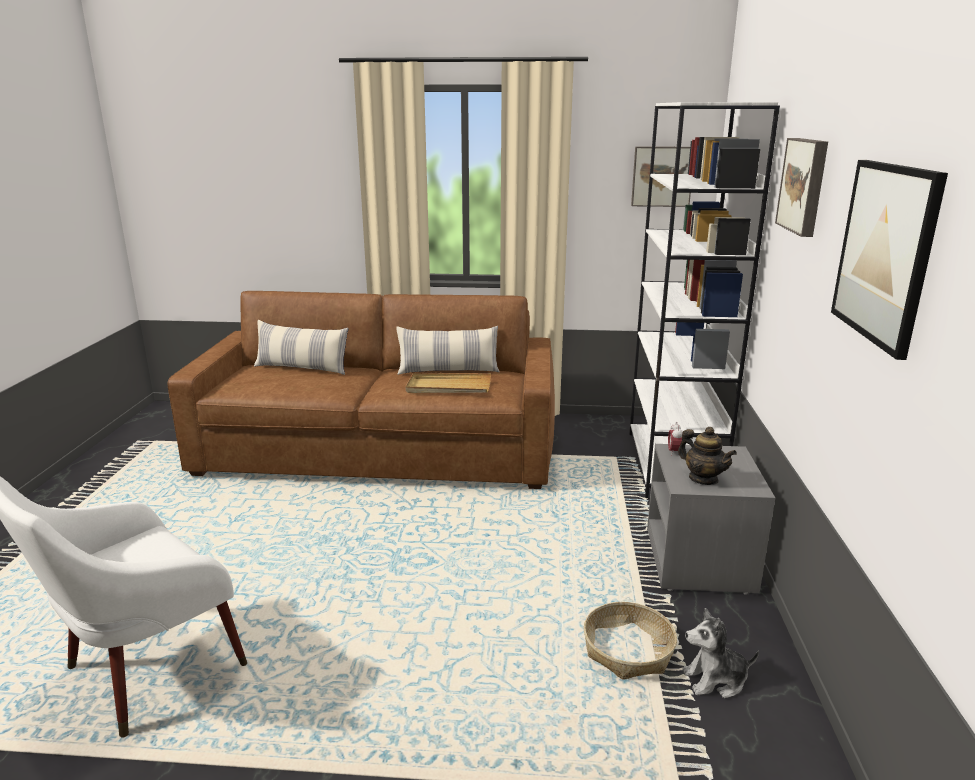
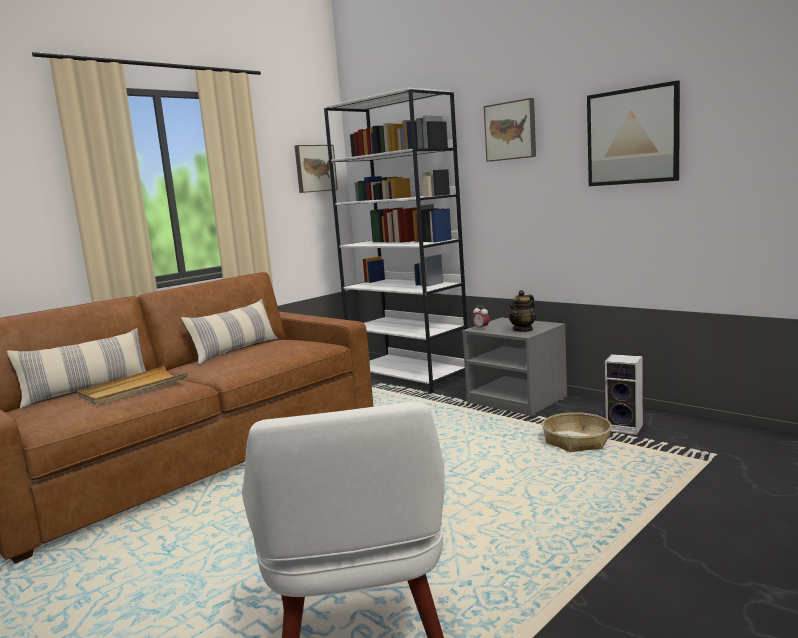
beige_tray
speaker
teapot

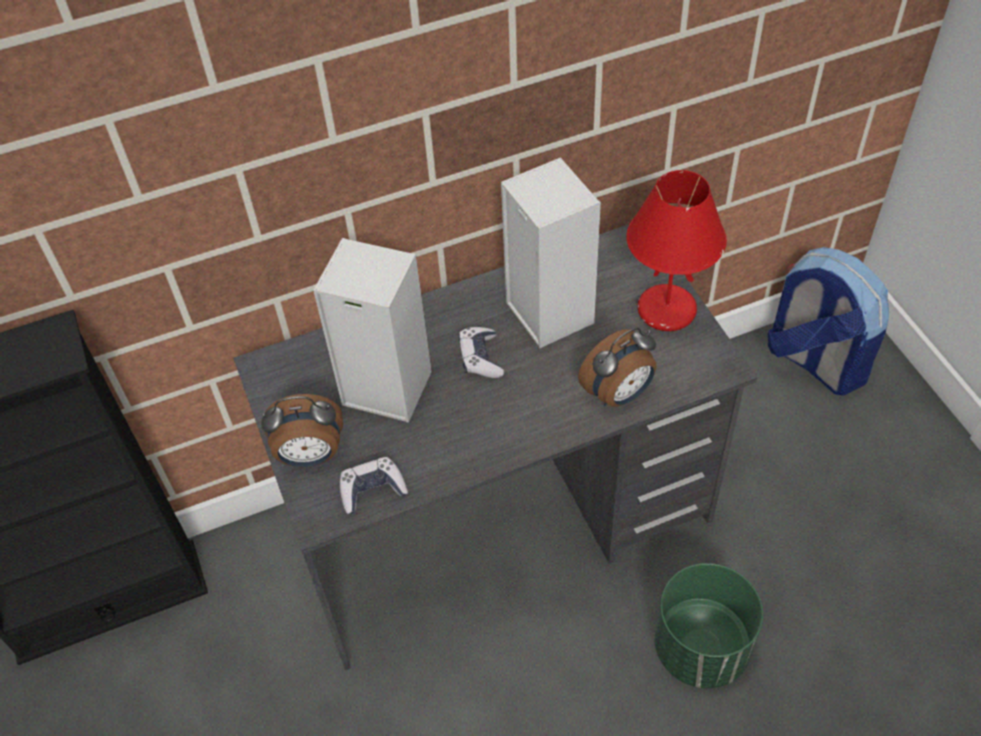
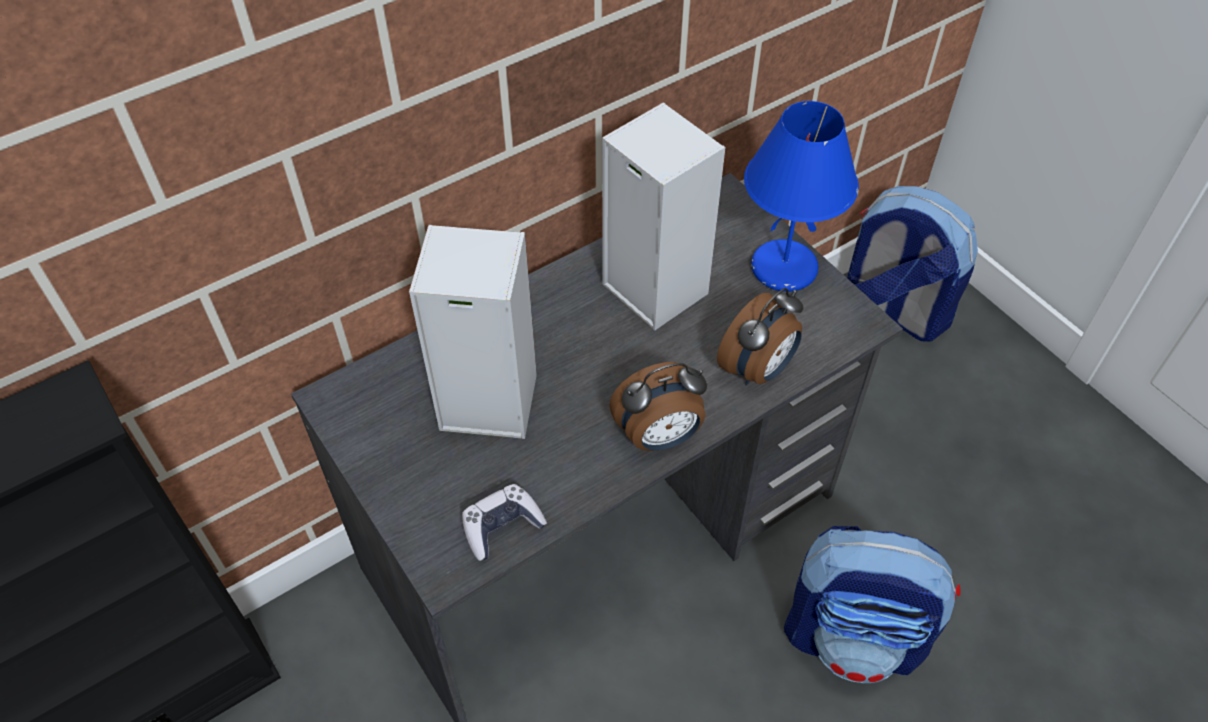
game_controller (no. 2 from left in the first image)
alarm_clock (no. 1 from left)
backpack (no. 1 from left)
blue_table_lamp

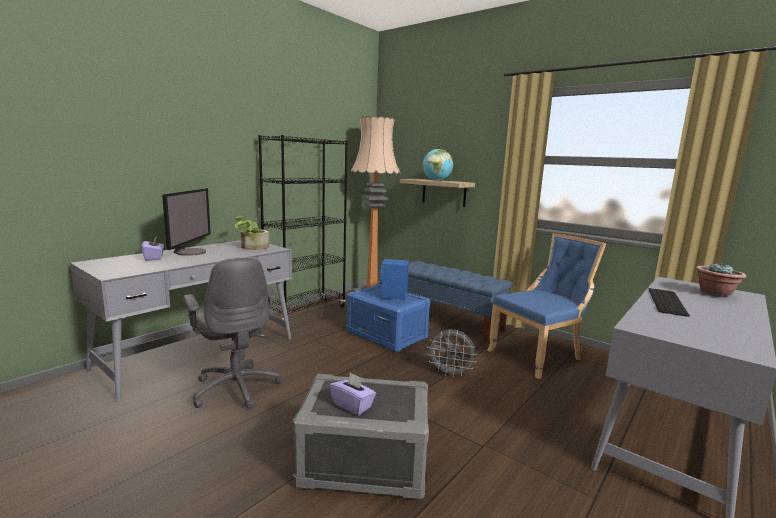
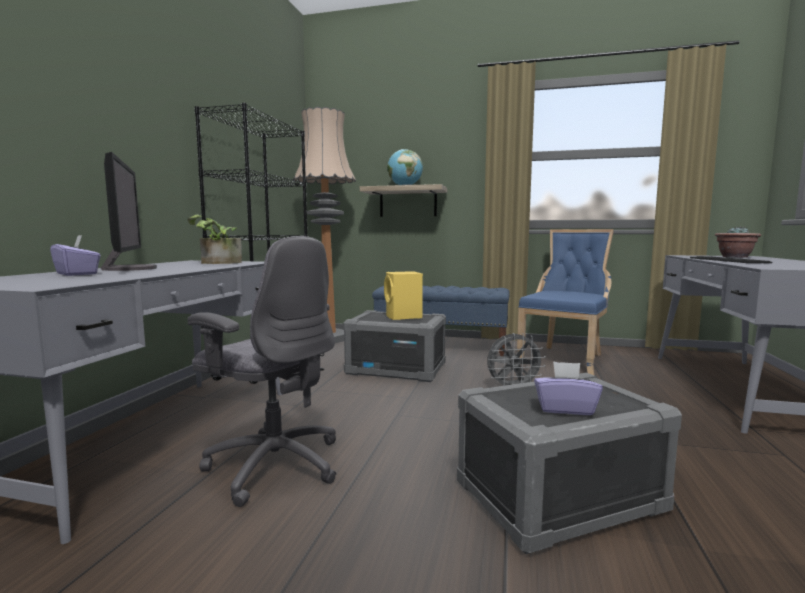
grey_storage_box (no. 1 from left)
yellow_speaker

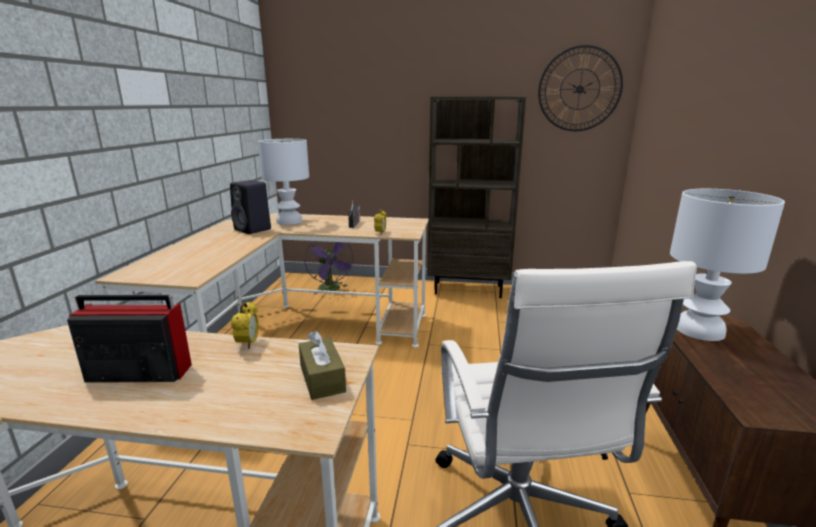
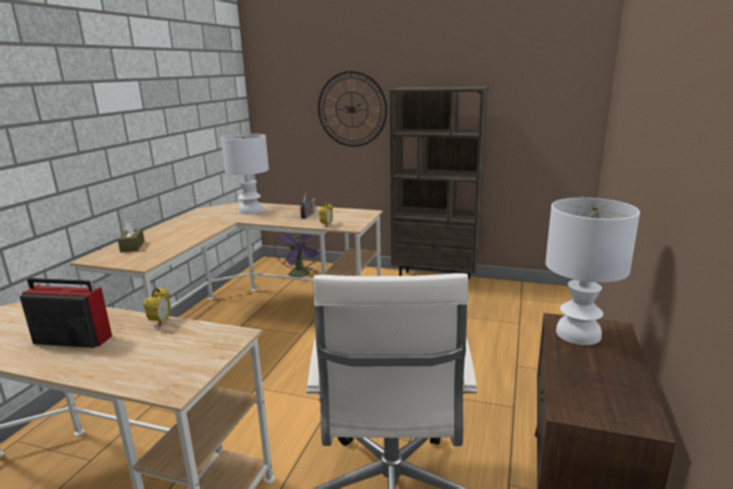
black_speaker
brown_tissue_box
wall_clock

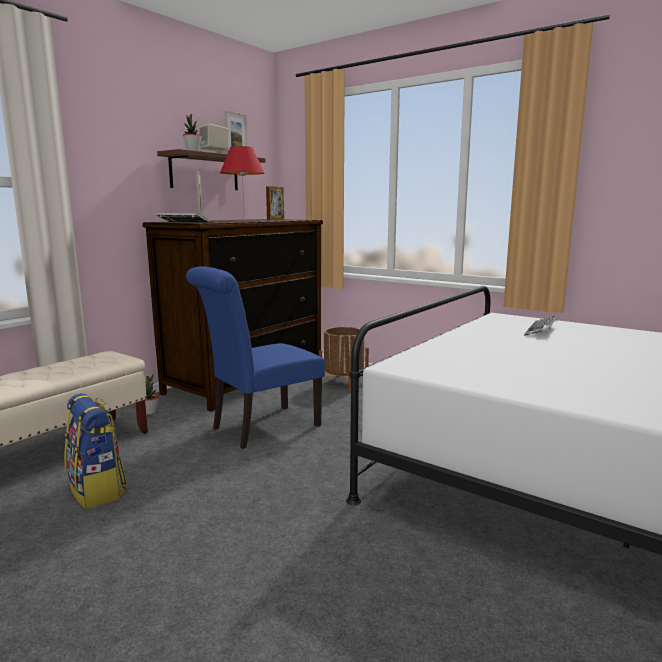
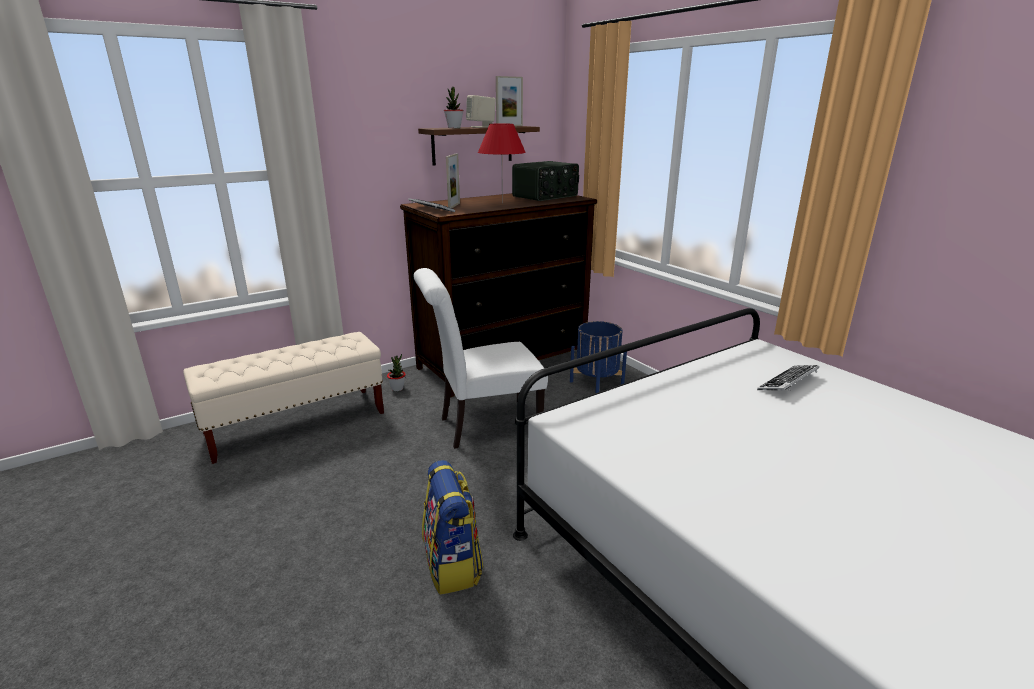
backpack
radio
white_chair
blue_planter

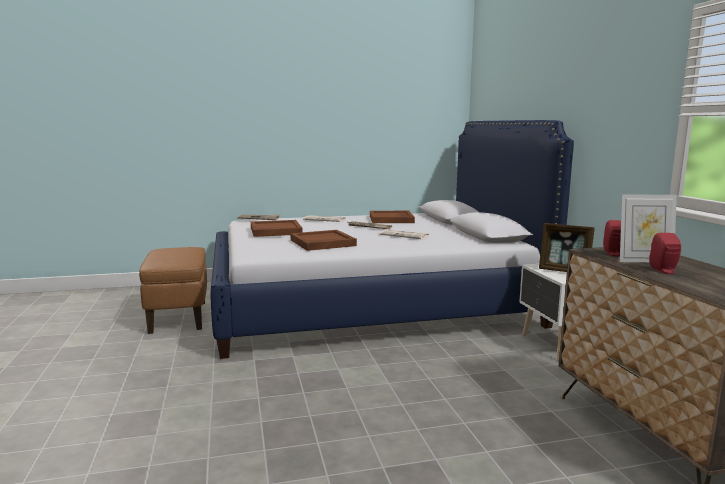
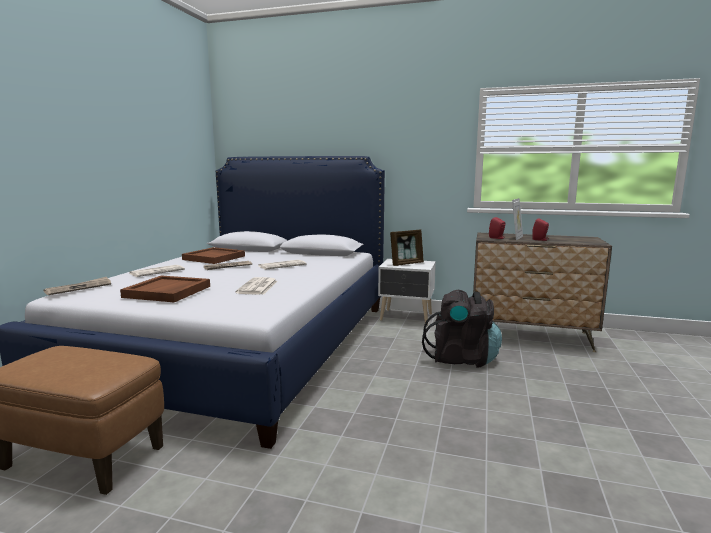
black_backpack
newspaper (no. 4 from left)

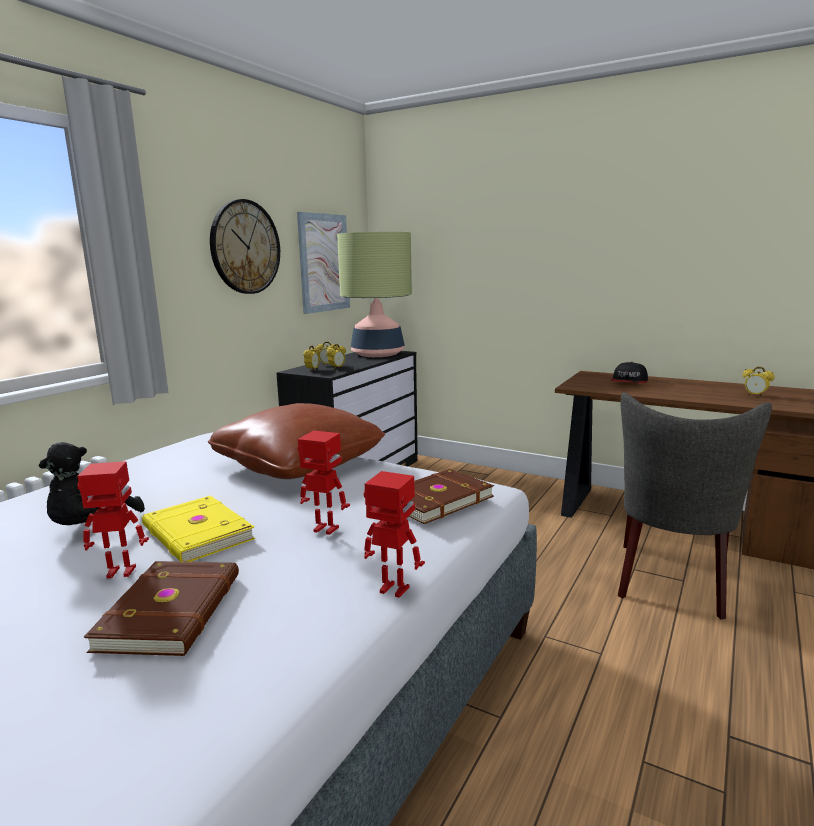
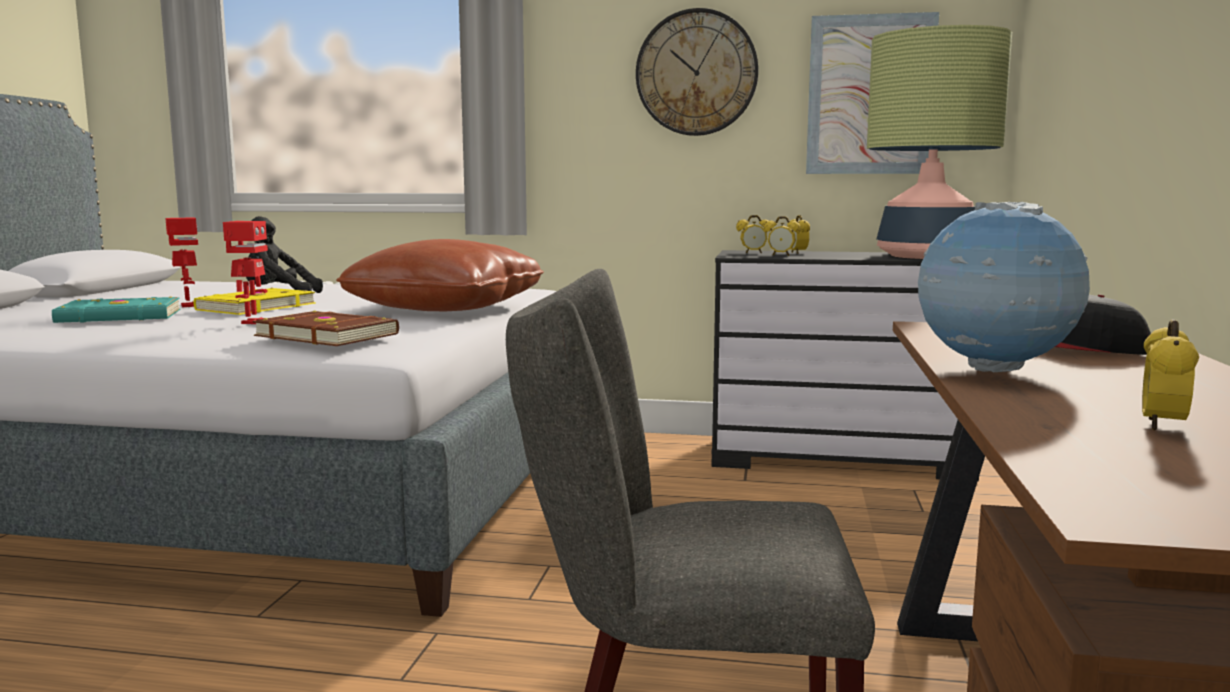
toy_robot (no. 3 from left in the first image)
globe
turquoise_book

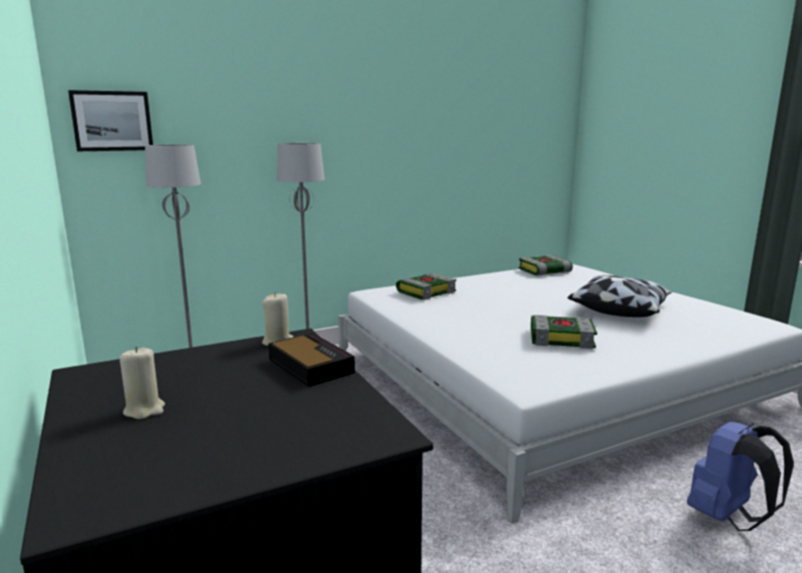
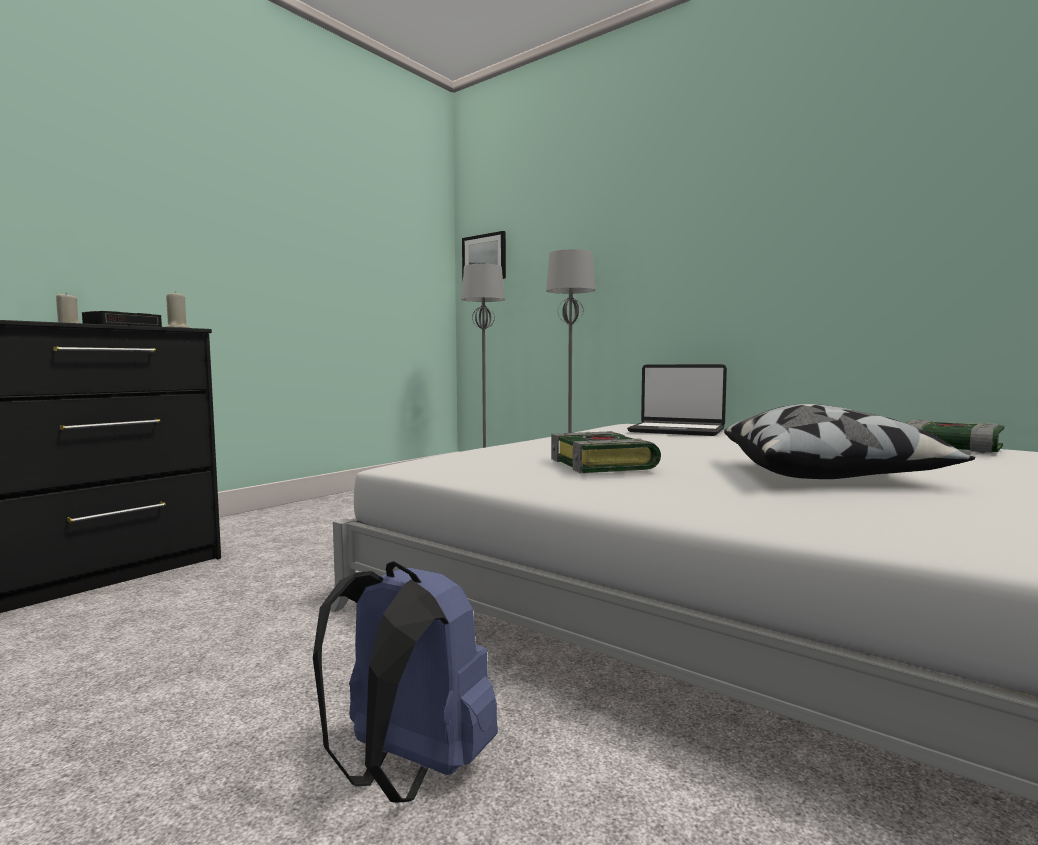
laptop

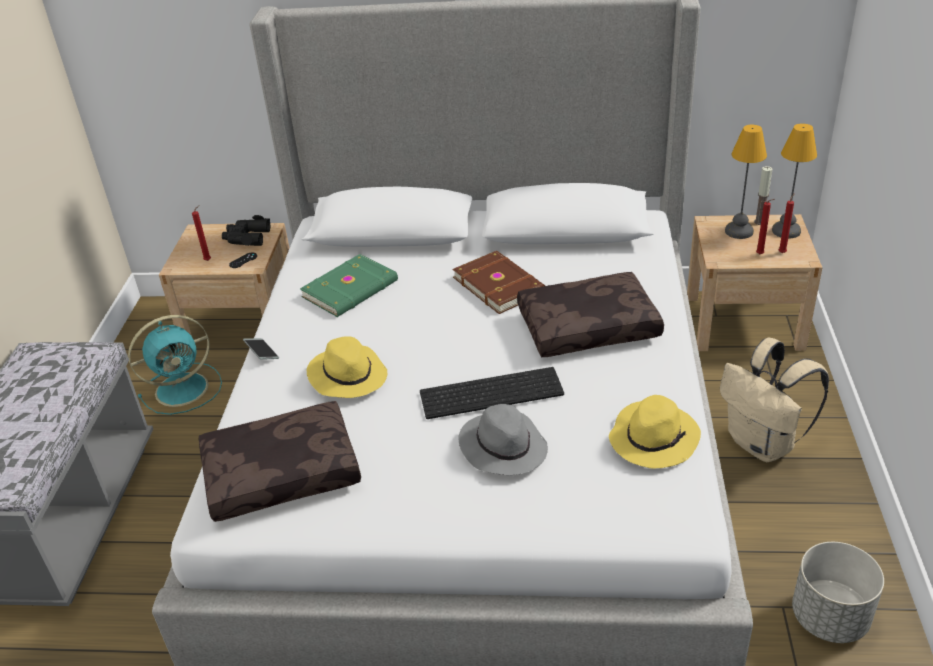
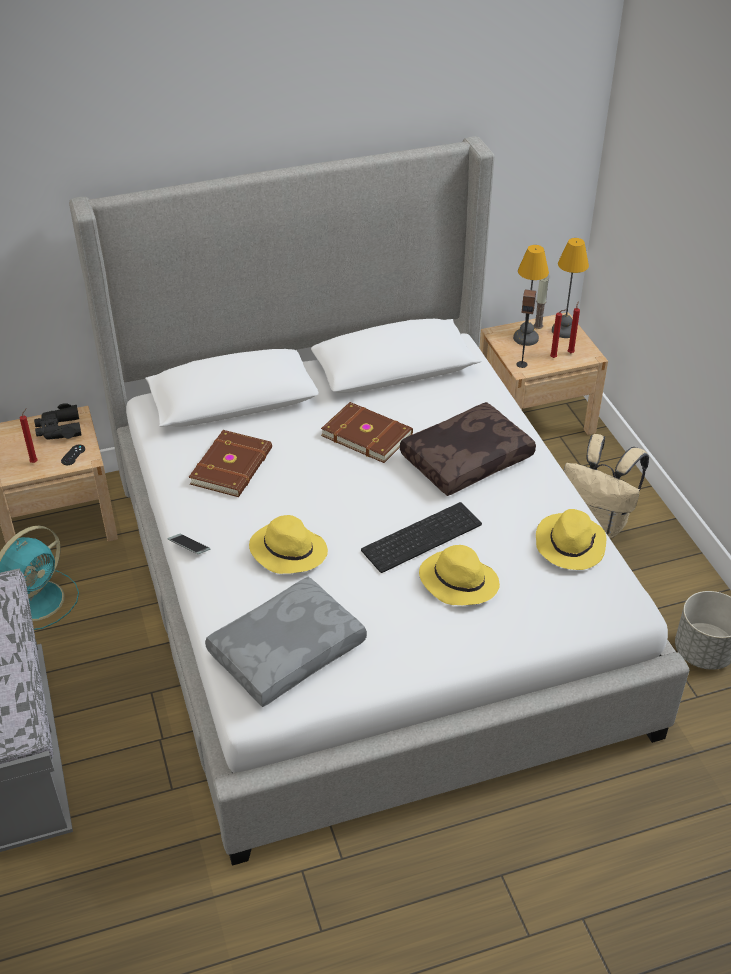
speaker
grey_pillow
brown_book (no. 1 from left)
yellow_hat (no. 2 from left)

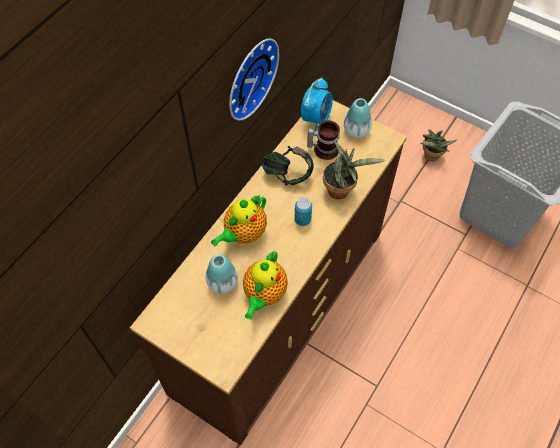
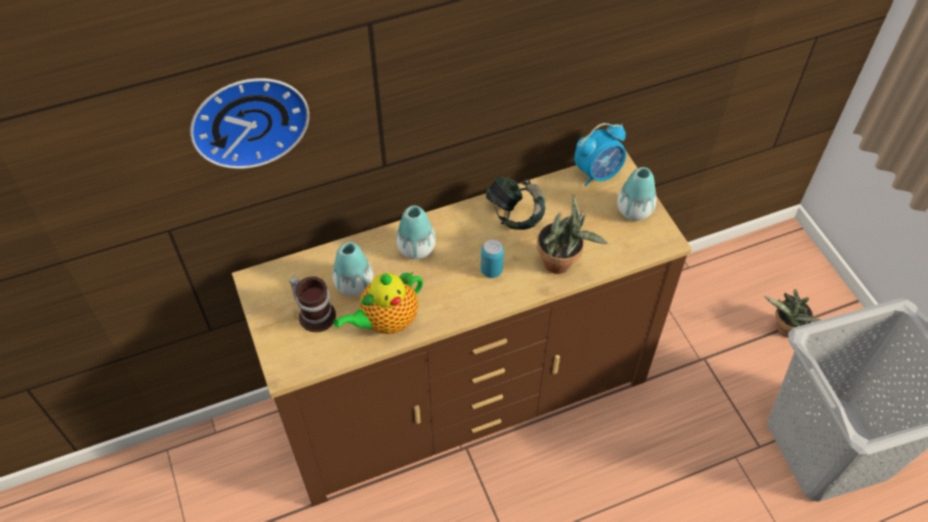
wall_clock
mug
vase (no. 2 from left)

